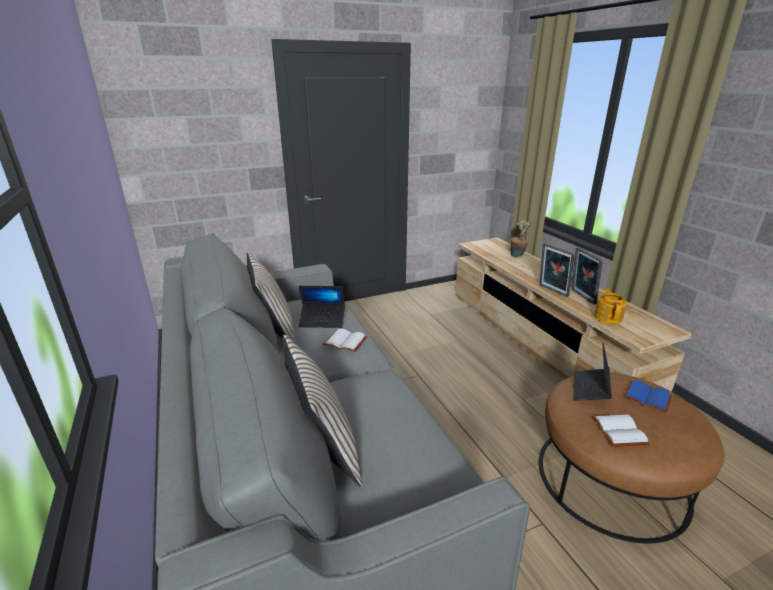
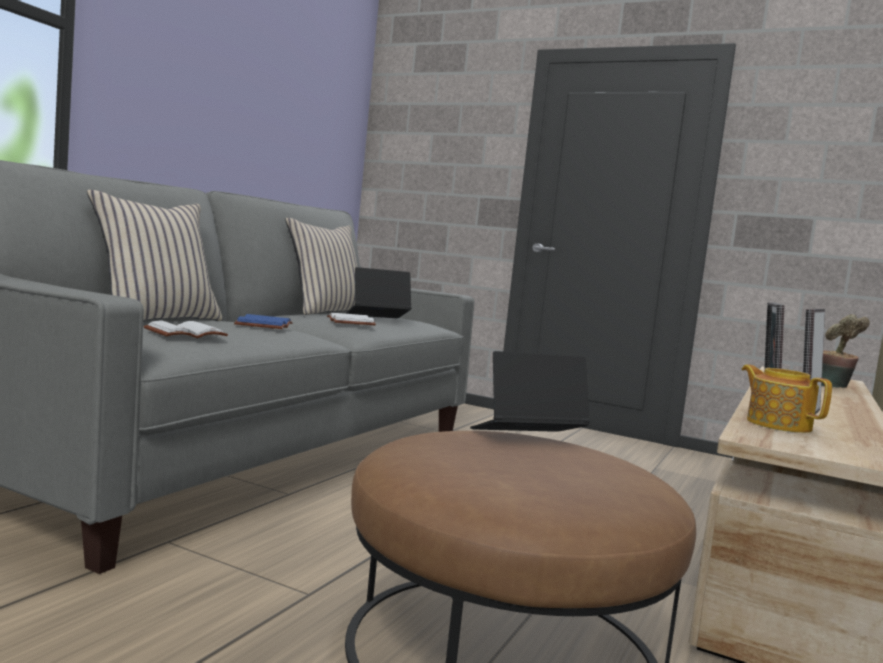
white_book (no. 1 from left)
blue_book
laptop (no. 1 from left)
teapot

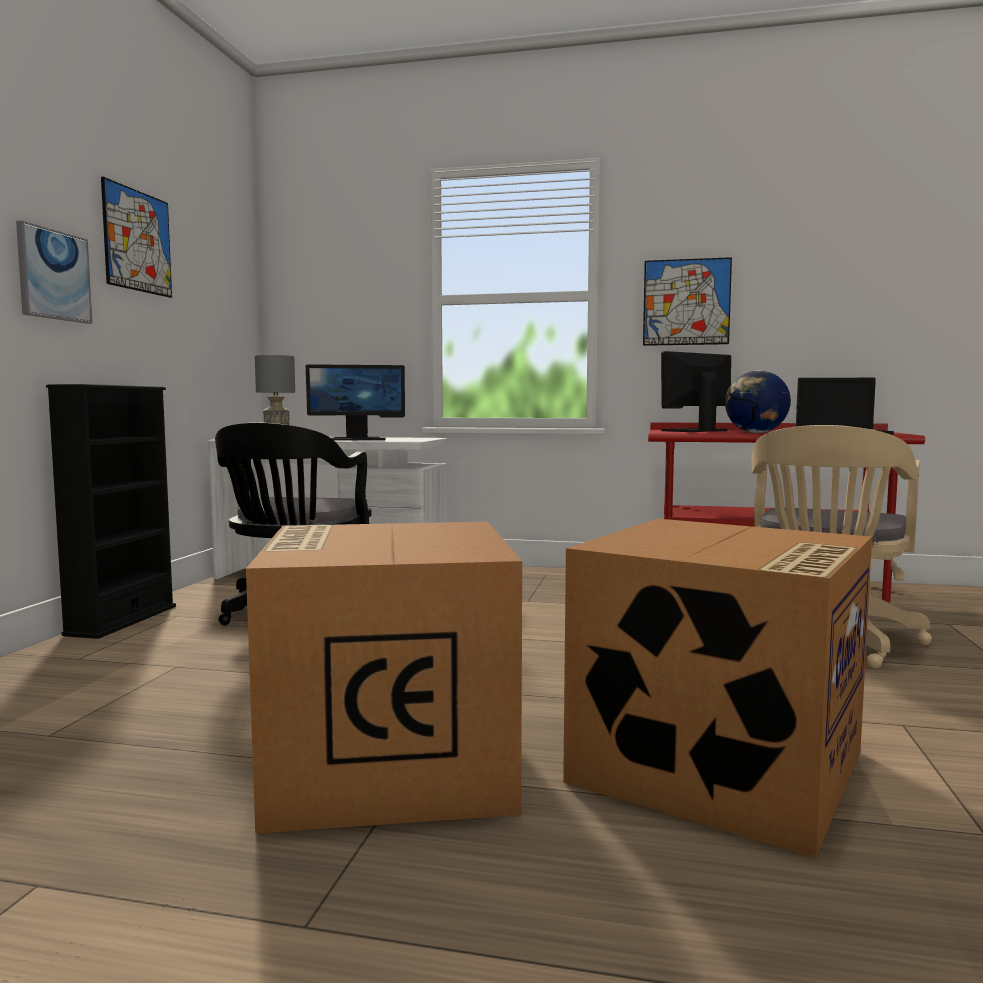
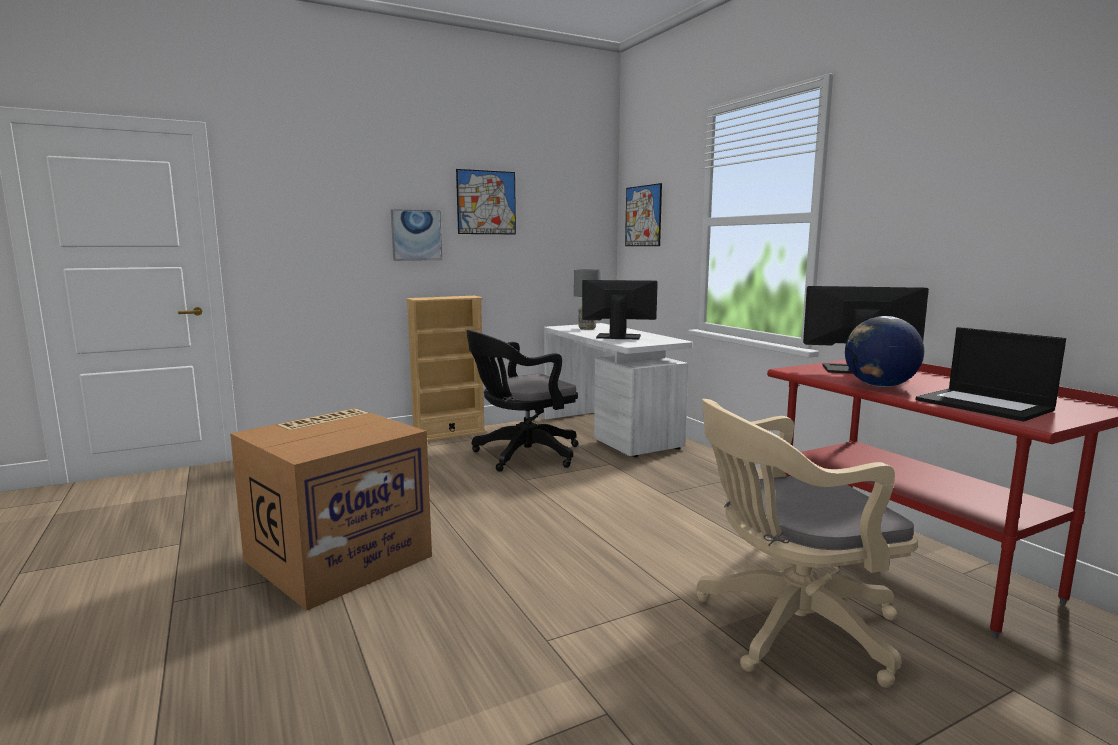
cardboard_box (no. 2 from left in the first image)
picture (no. 3 from left)
beige_bookcase
monitor (no. 1 from left)

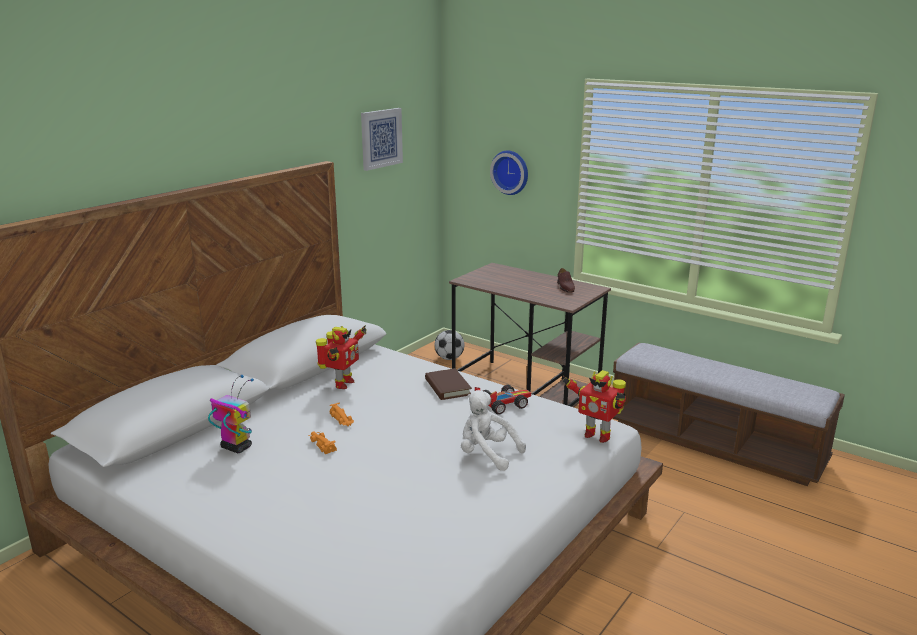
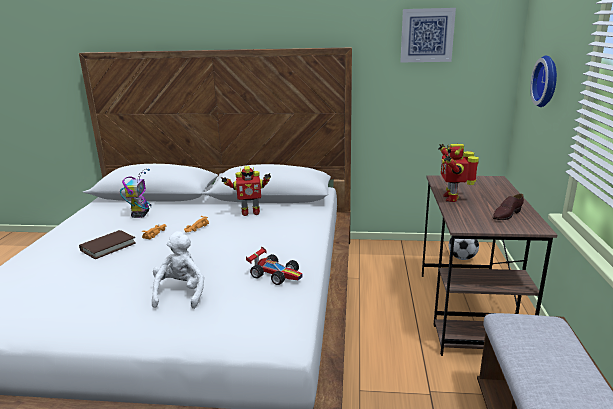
brown_book
toy_robot (no. 3 from left)

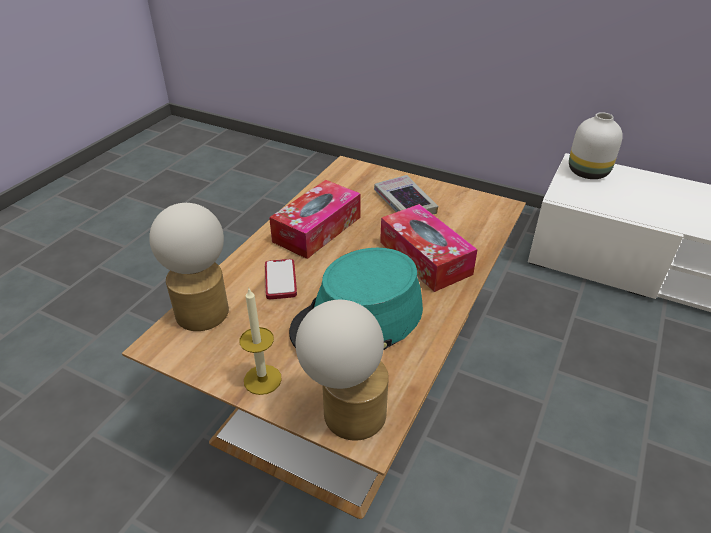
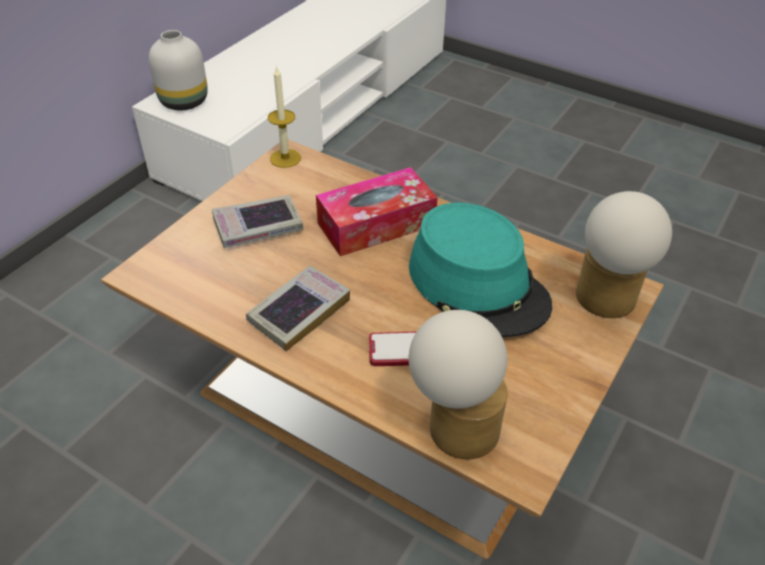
candle
book (no. 2 from left)

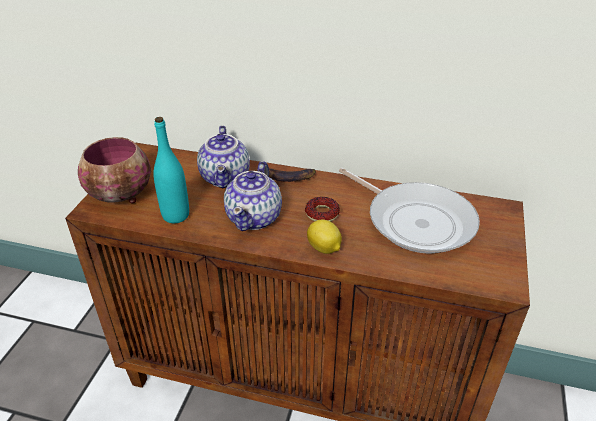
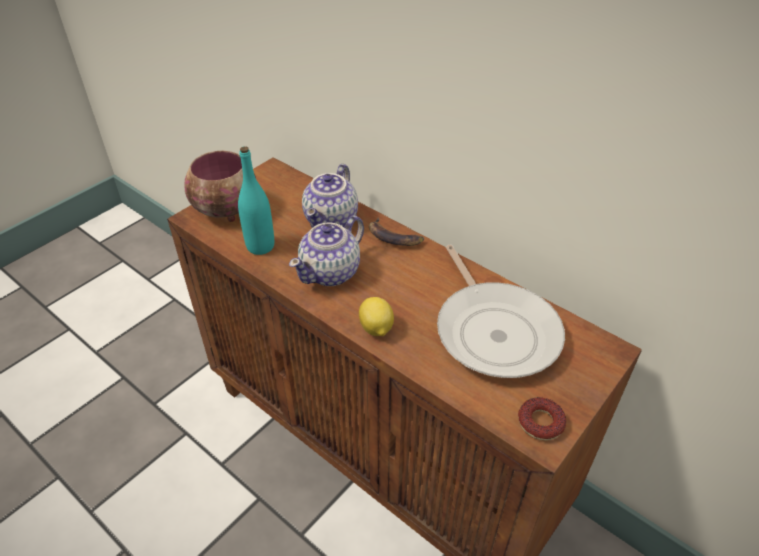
donut

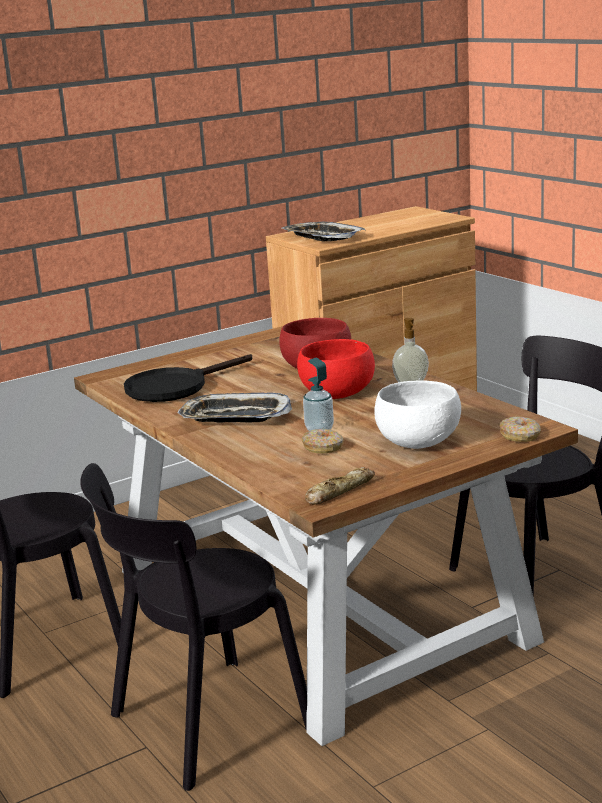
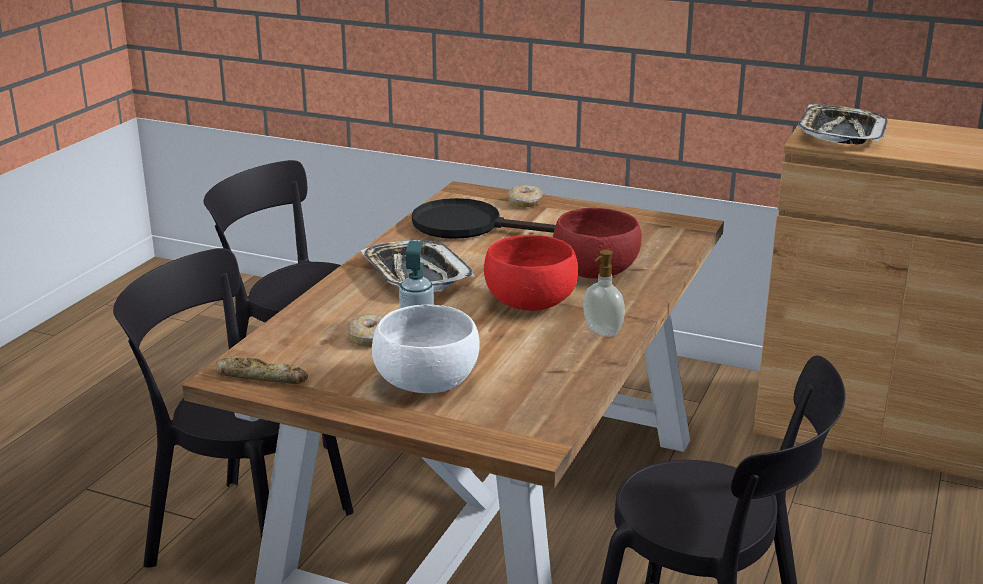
donut (no. 2 from left)

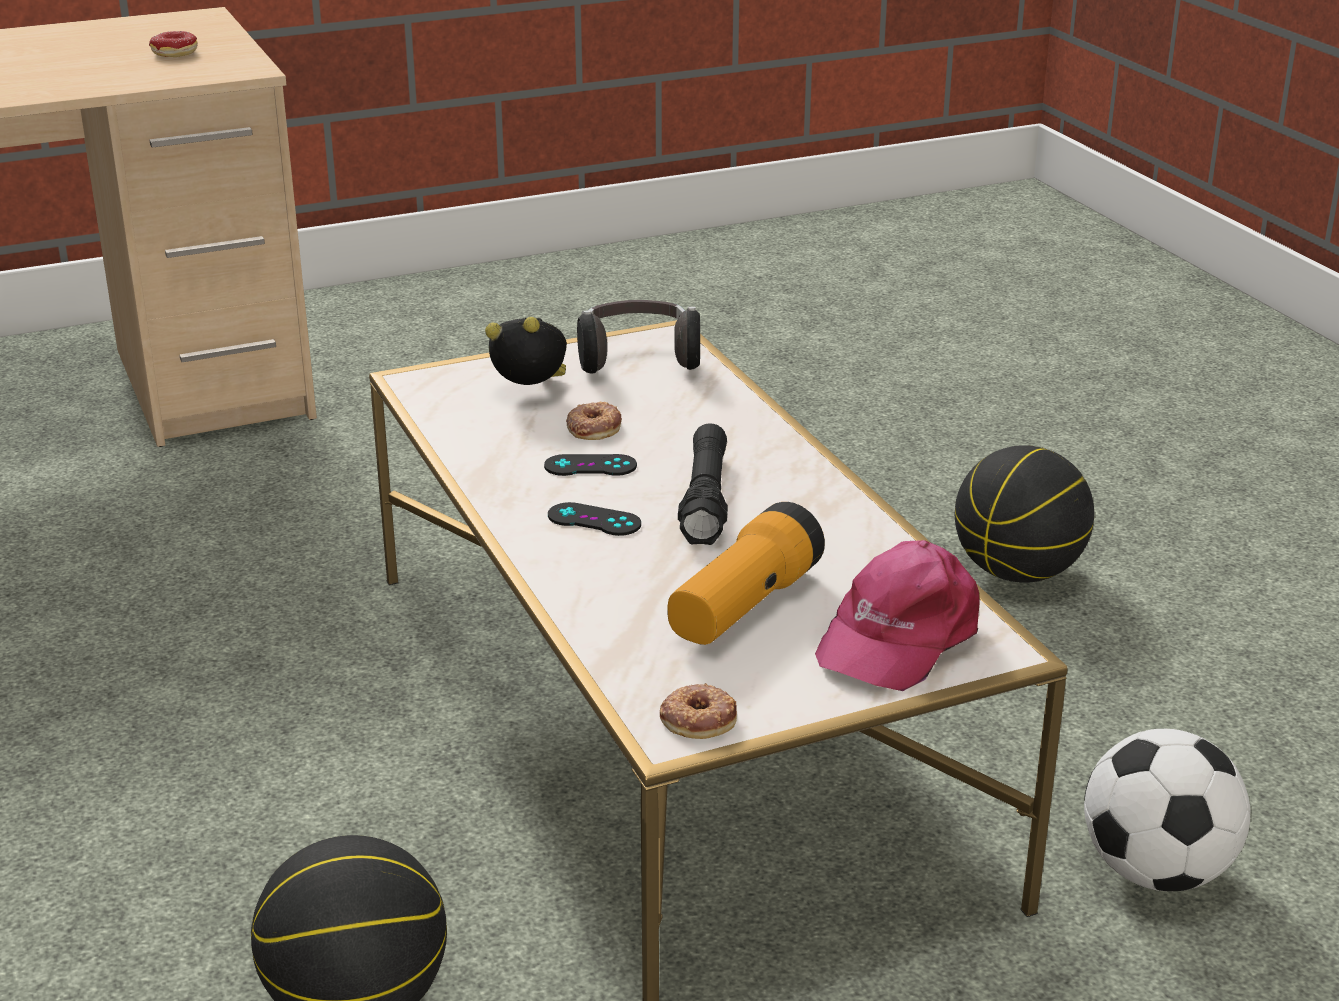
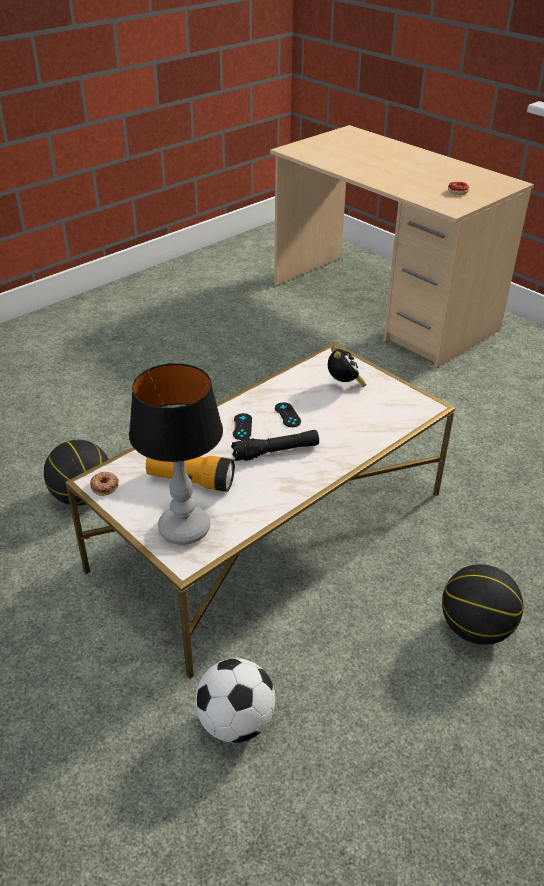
donut (no. 2 from left in the first image)
headphones
table_lamp

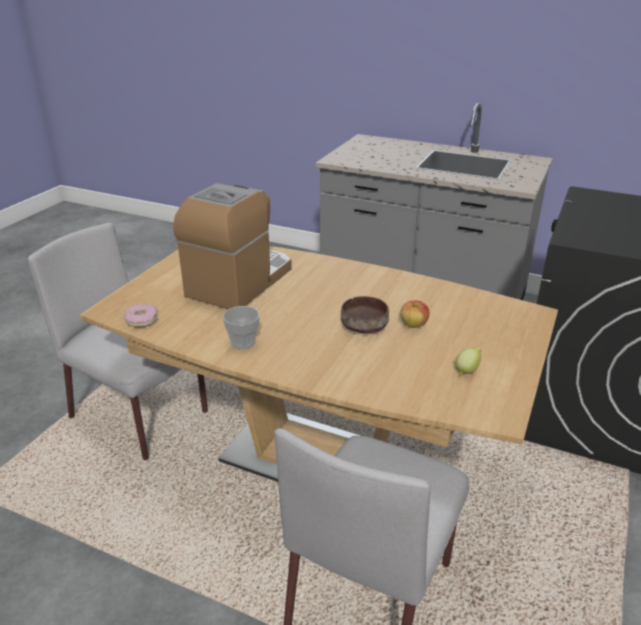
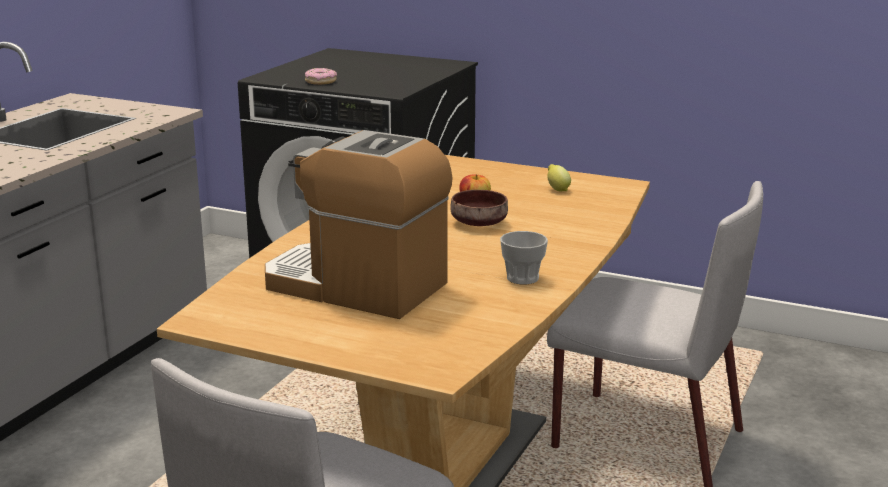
donut

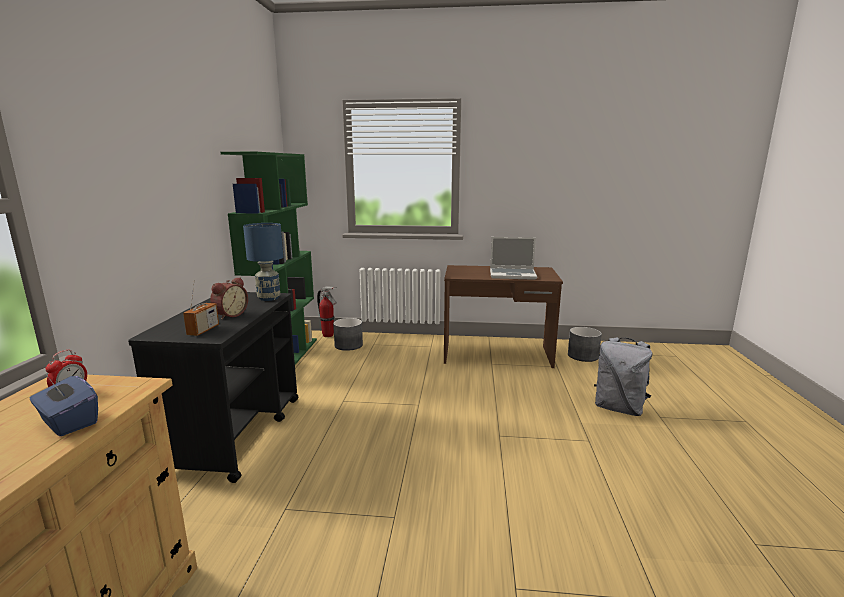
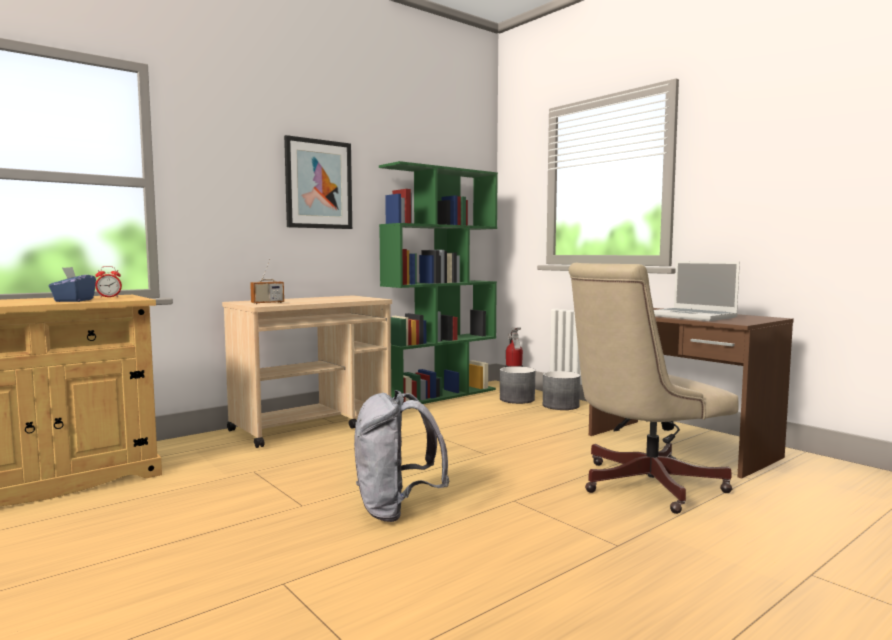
alarm_clock (no. 2 from left in the first image)
blue_table_lamp
picture
beige_office_chair
grey_planter (no. 2 from left)
grey_backpack
beige_cart

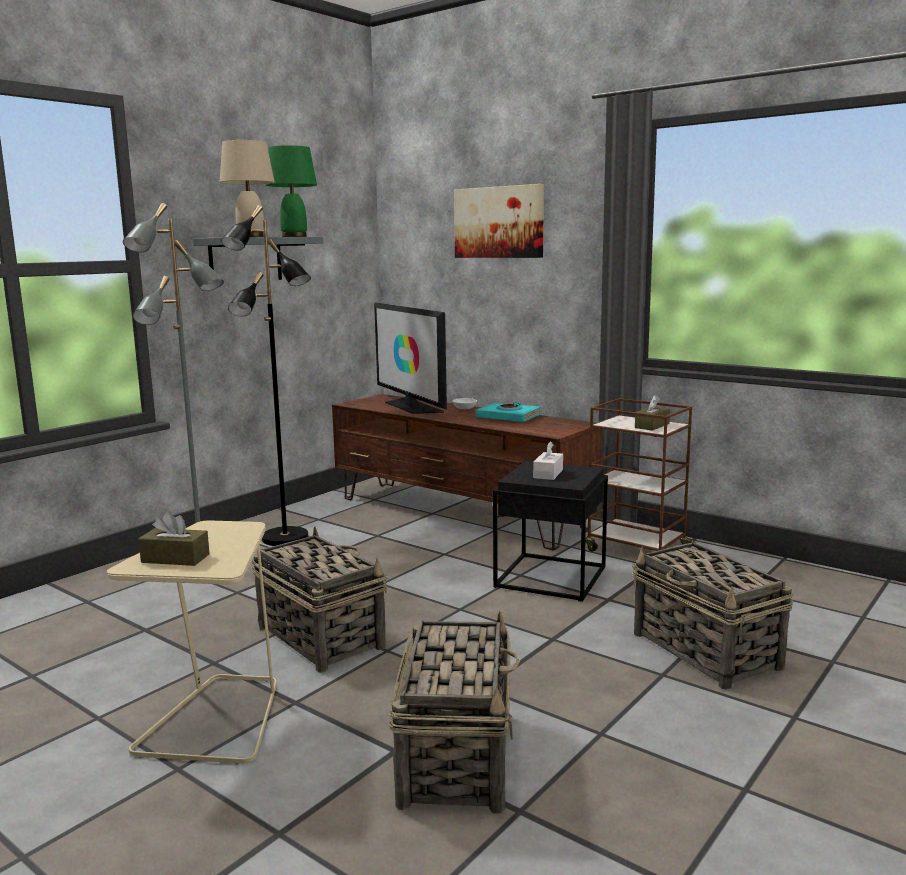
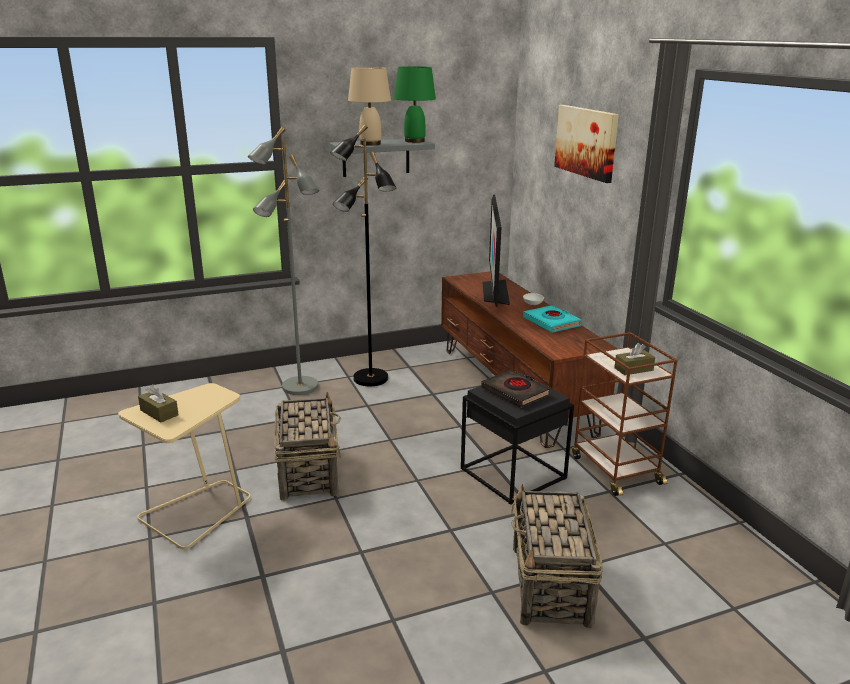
basket (no. 2 from left in the first image)
black_book

